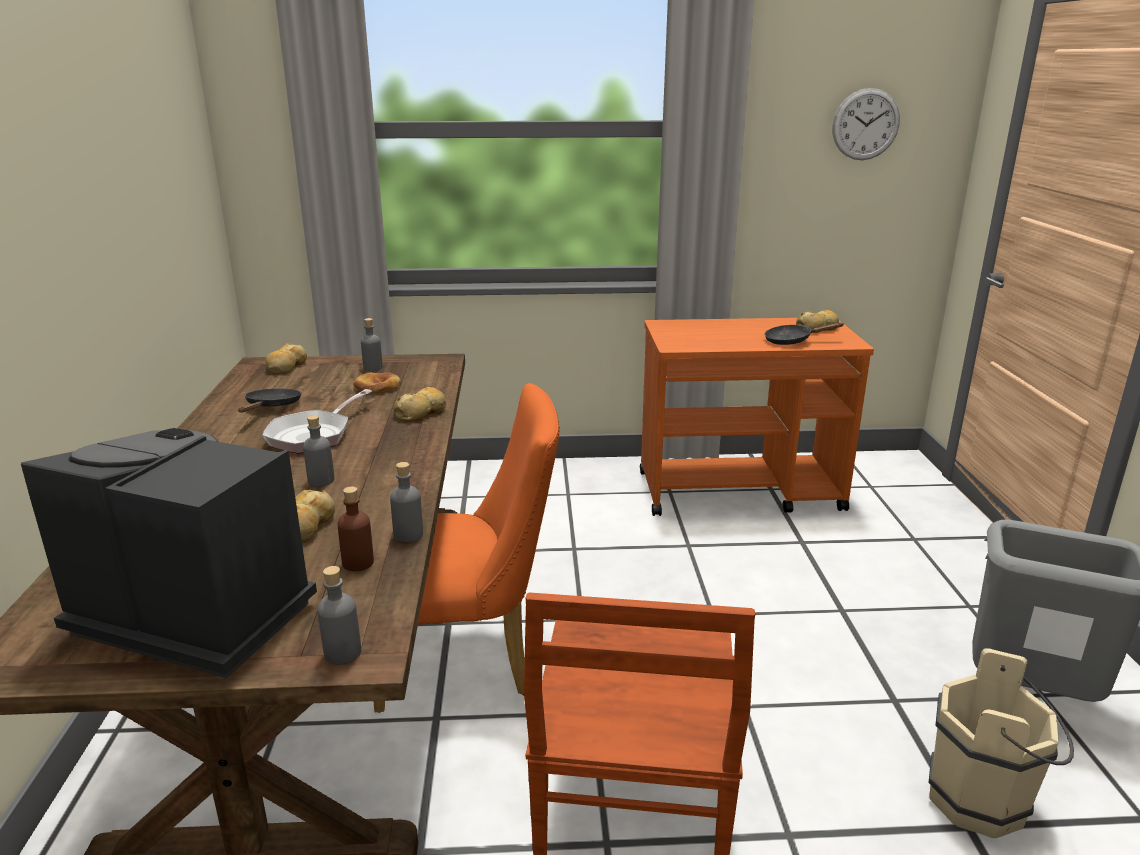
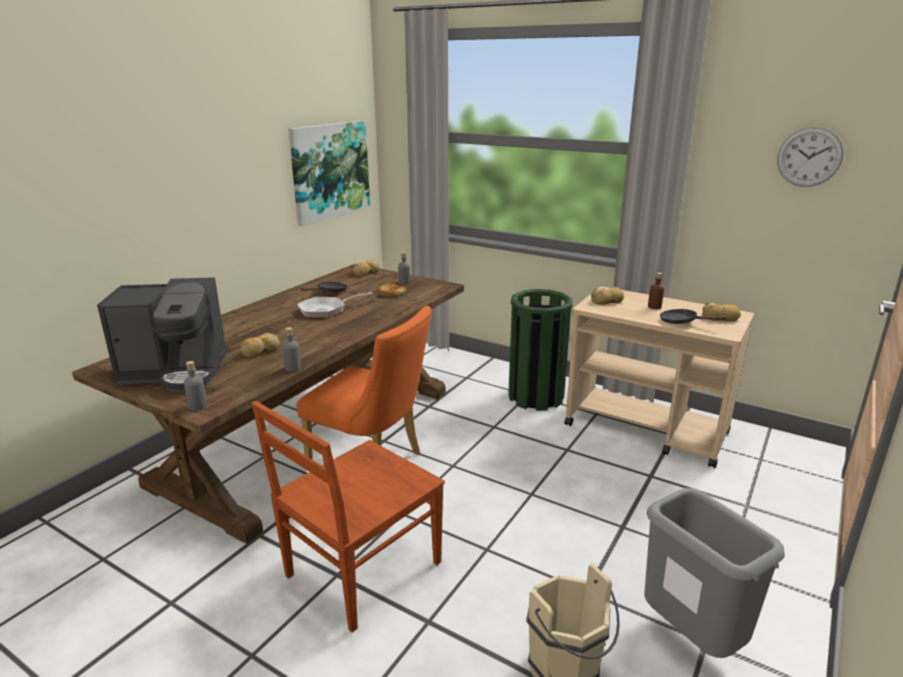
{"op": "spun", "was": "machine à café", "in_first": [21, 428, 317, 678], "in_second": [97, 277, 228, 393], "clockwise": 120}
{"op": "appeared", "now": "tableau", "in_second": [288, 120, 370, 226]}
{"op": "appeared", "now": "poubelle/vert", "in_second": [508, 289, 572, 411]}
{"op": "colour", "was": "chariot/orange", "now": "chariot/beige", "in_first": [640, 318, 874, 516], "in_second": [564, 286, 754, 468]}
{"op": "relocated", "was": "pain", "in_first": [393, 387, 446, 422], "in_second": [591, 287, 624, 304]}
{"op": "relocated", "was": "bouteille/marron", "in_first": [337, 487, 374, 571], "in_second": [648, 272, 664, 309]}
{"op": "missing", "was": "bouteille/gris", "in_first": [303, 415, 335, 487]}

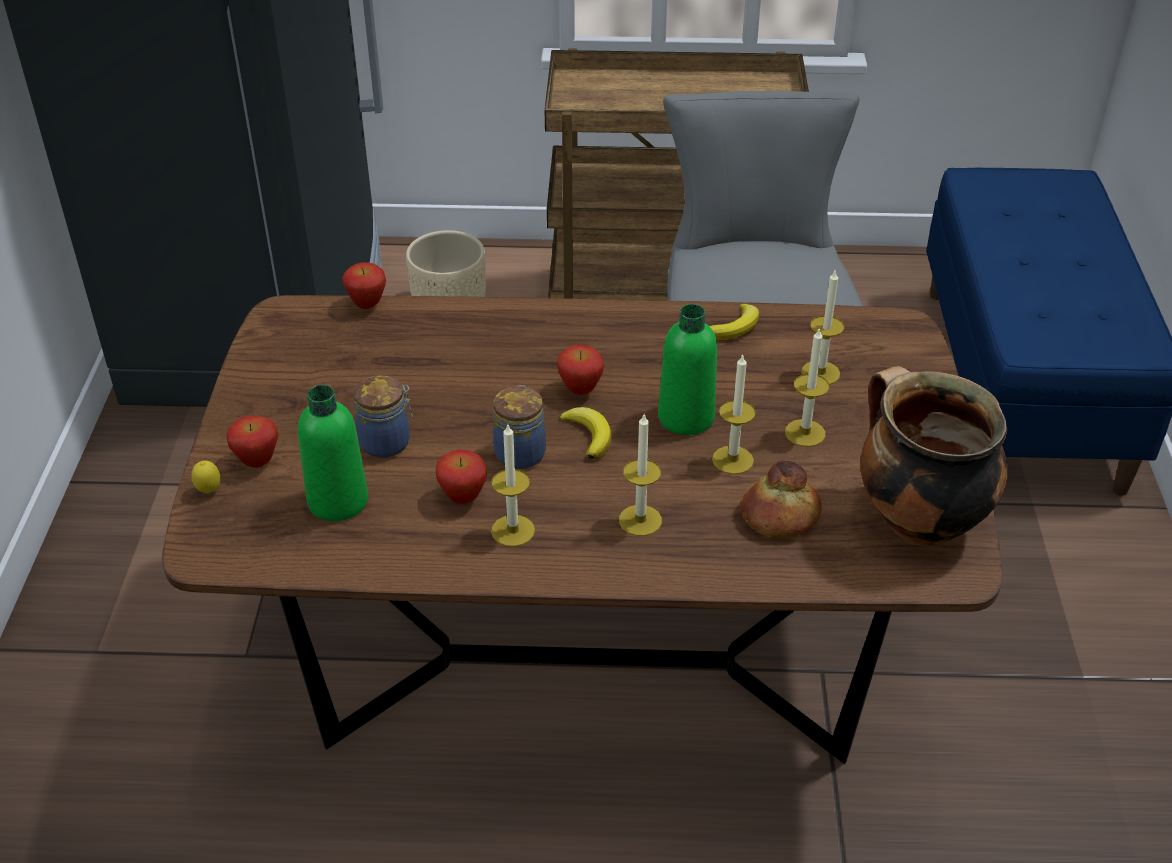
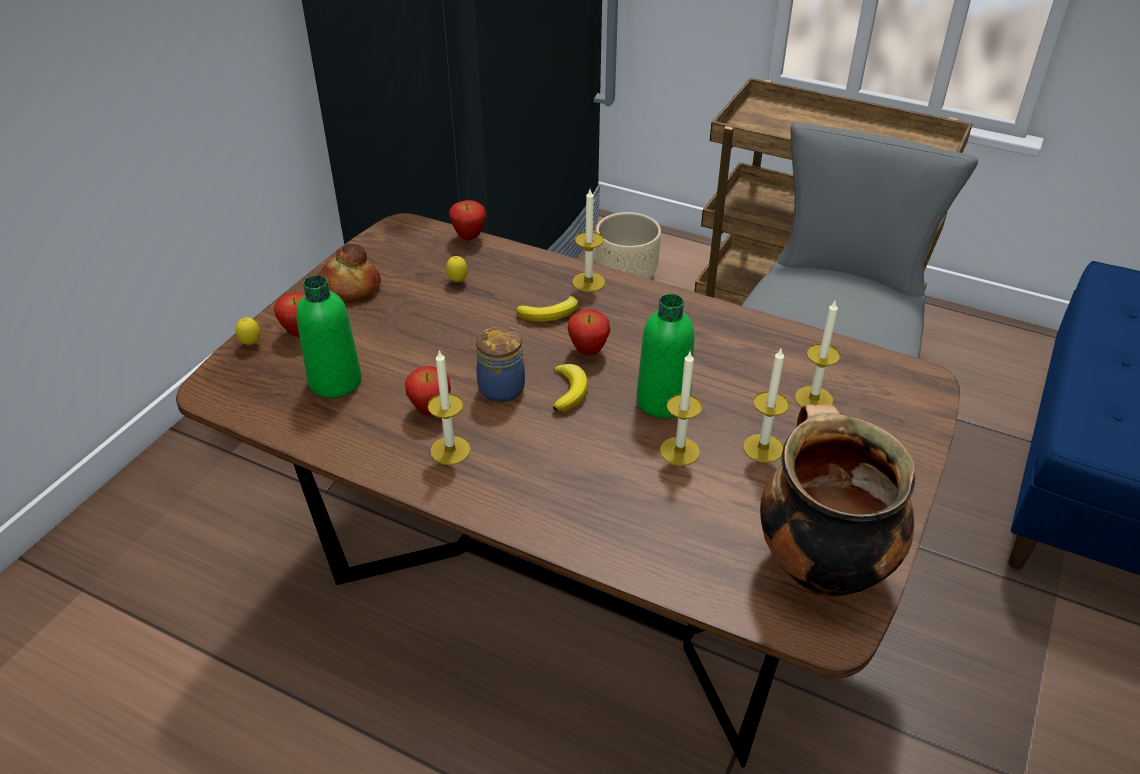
{"op": "relocated", "was": "pain", "in_first": [740, 460, 822, 538], "in_second": [319, 243, 381, 301]}
{"op": "appeared", "now": "citron", "in_second": [446, 256, 468, 283]}
{"op": "relocated", "was": "banane", "in_first": [709, 304, 759, 340], "in_second": [516, 296, 578, 322]}
{"op": "relocated", "was": "bougie", "in_first": [619, 413, 662, 536], "in_second": [572, 189, 605, 292]}
{"op": "missing", "was": "bocal", "in_first": [354, 376, 414, 458]}

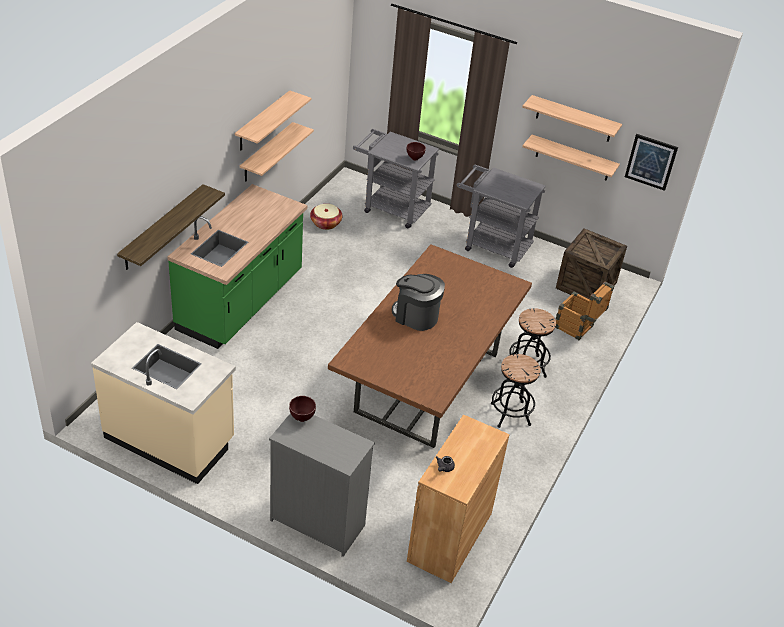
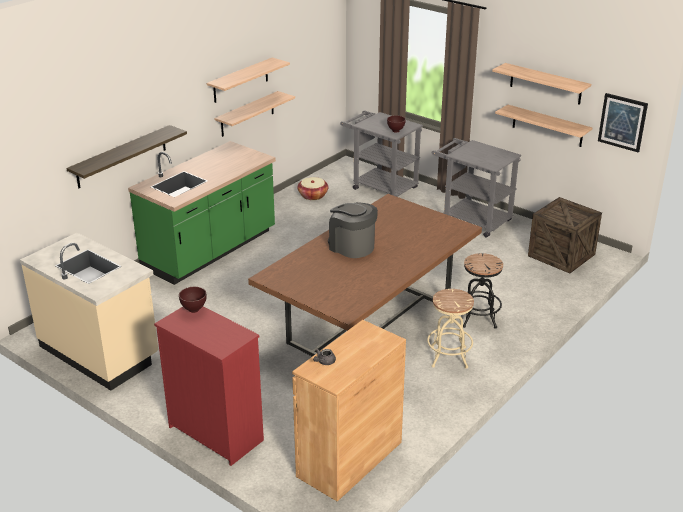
{"op": "colour", "was": "commode/gris", "now": "commode/rouge", "in_first": [269, 413, 375, 557], "in_second": [154, 307, 264, 466]}
{"op": "colour", "was": "tabouret/noir", "now": "tabouret/beige", "in_first": [491, 354, 541, 428], "in_second": [427, 289, 474, 369]}
{"op": "missing", "was": "caisse", "in_first": [555, 281, 614, 340]}

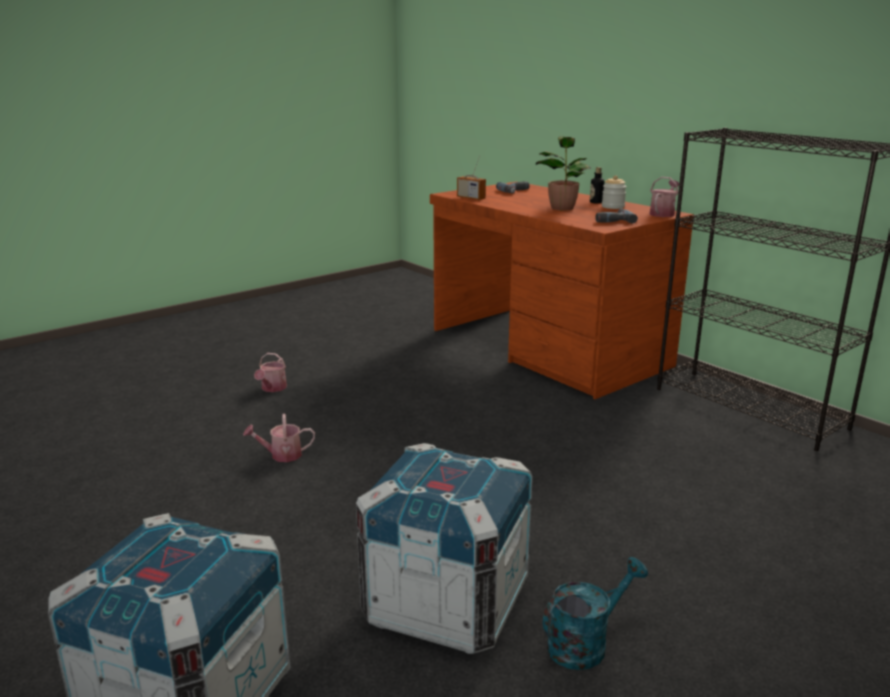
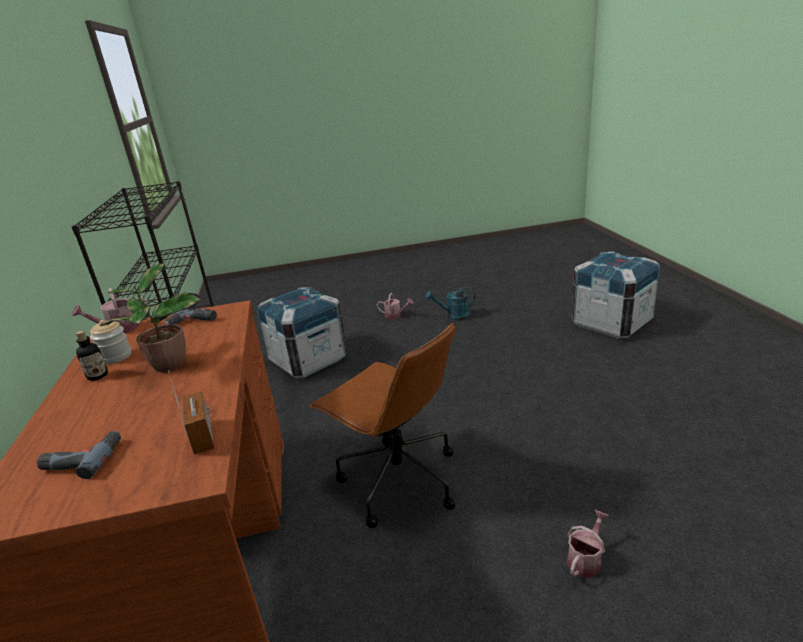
{"op": "relocated", "was": "caisse", "in_first": [356, 443, 533, 654], "in_second": [257, 287, 347, 378]}
{"op": "appeared", "now": "chaise de bureau/marron", "in_second": [310, 323, 456, 528]}
{"op": "relocated", "was": "arrosoir", "in_first": [243, 414, 315, 462], "in_second": [377, 293, 413, 319]}

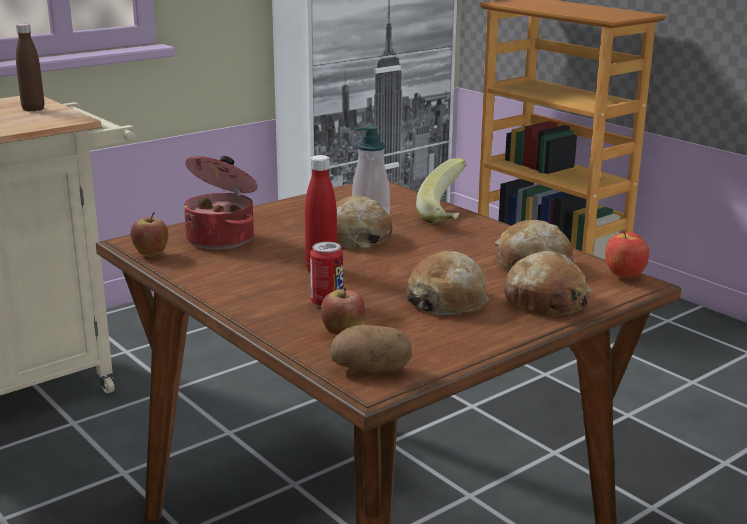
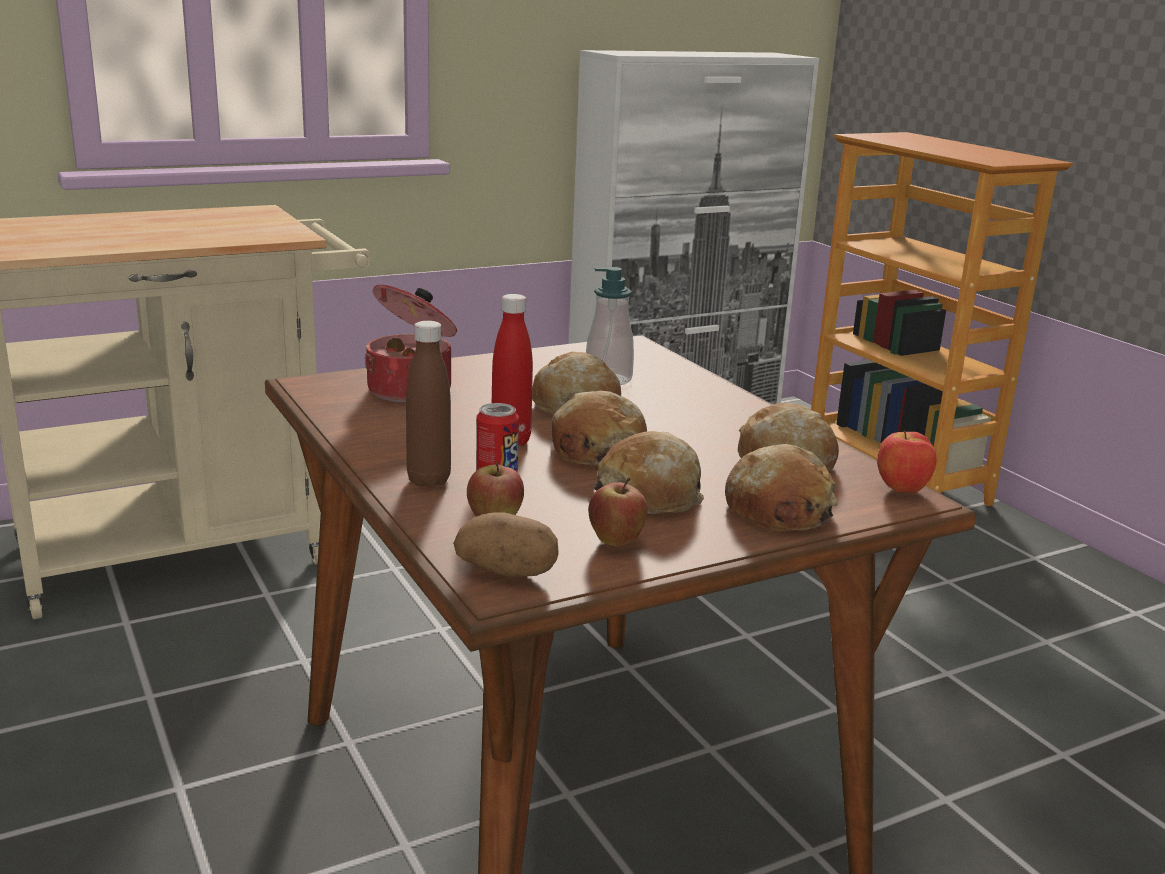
{"op": "relocated", "was": "bouteille/marron", "in_first": [16, 24, 45, 111], "in_second": [406, 321, 451, 488]}
{"op": "appeared", "now": "pain", "in_second": [552, 391, 647, 465]}
{"op": "relocated", "was": "pomme", "in_first": [130, 212, 169, 256], "in_second": [588, 477, 648, 546]}
{"op": "missing", "was": "banane", "in_first": [416, 158, 466, 223]}

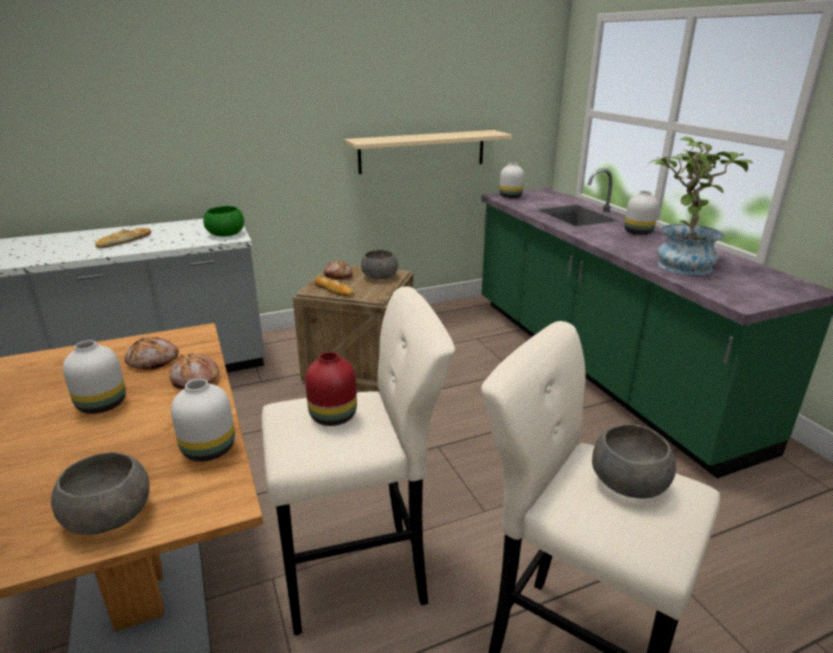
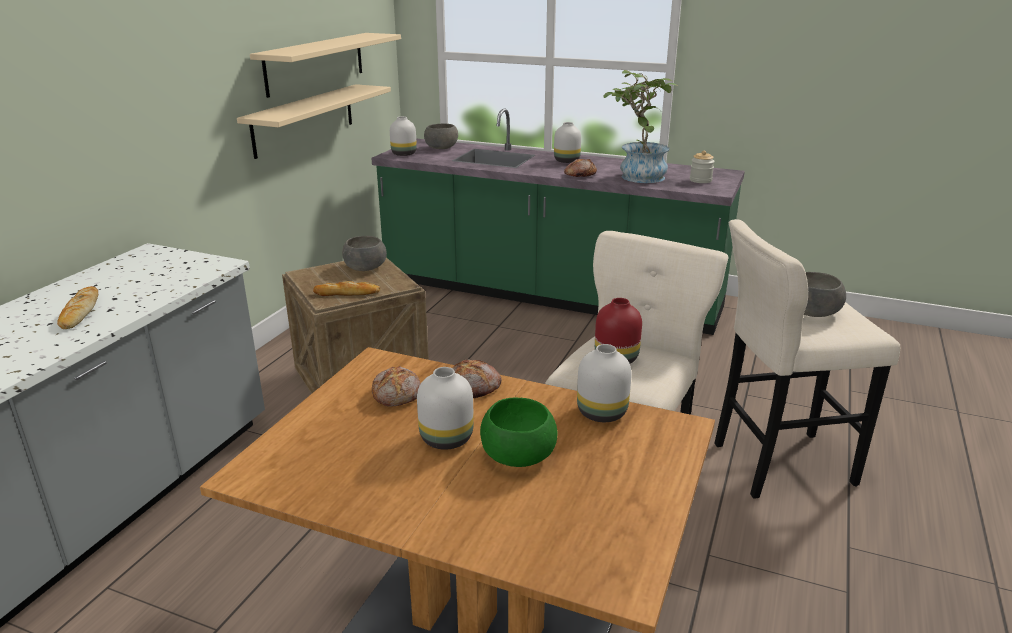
{"op": "appeared", "now": "étagère/beige", "in_second": [250, 33, 401, 98]}
{"op": "relocated", "was": "bol/gris", "in_first": [51, 452, 150, 535], "in_second": [424, 124, 458, 149]}
{"op": "relocated", "was": "bol/vert", "in_first": [203, 206, 244, 237], "in_second": [480, 397, 557, 467]}
{"op": "relocated", "was": "pain", "in_first": [323, 261, 353, 279], "in_second": [564, 159, 597, 177]}
{"op": "appeared", "now": "bocal", "in_second": [690, 151, 715, 183]}

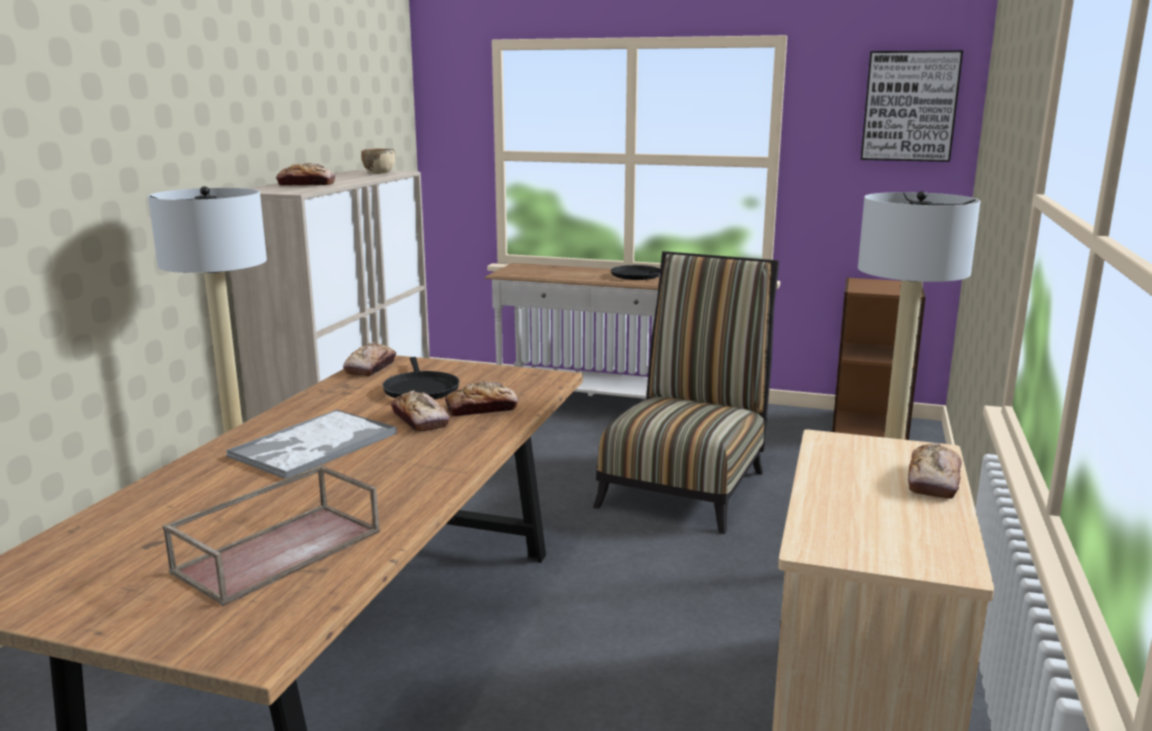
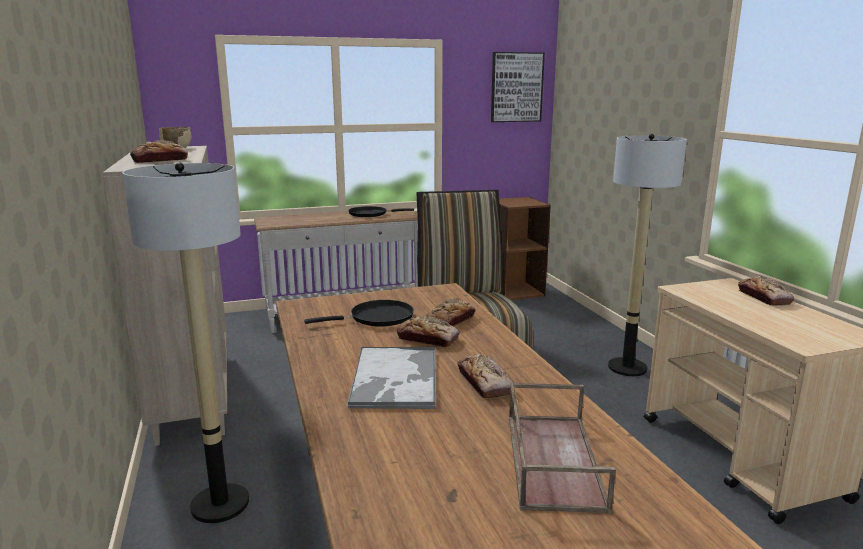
{"op": "spun", "was": "poêle/noir", "in_first": [382, 357, 460, 399], "in_second": [304, 300, 414, 327], "clockwise": -60}
{"op": "relocated", "was": "pain", "in_first": [343, 342, 396, 376], "in_second": [458, 354, 514, 399]}

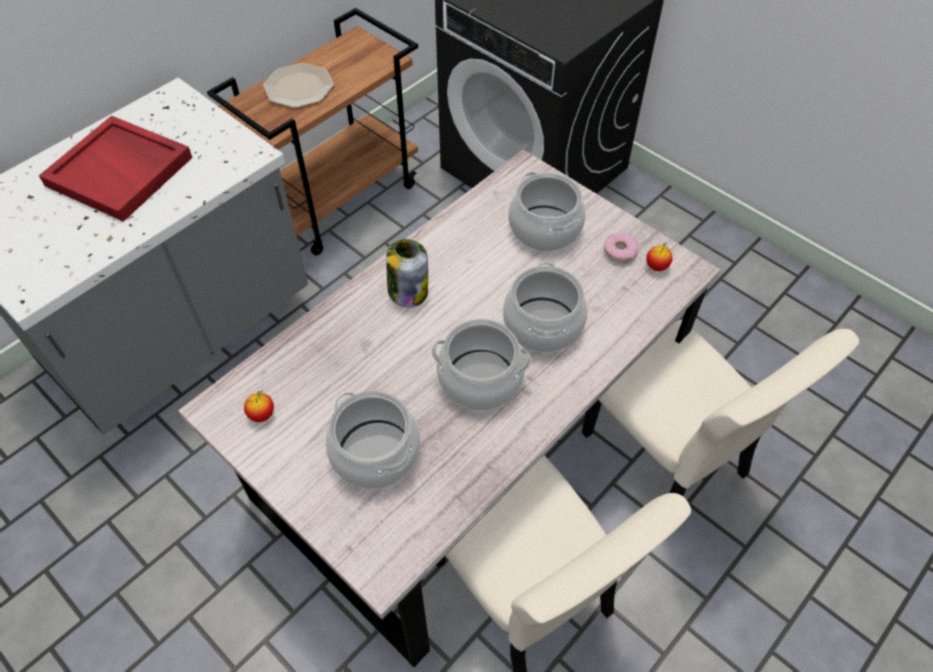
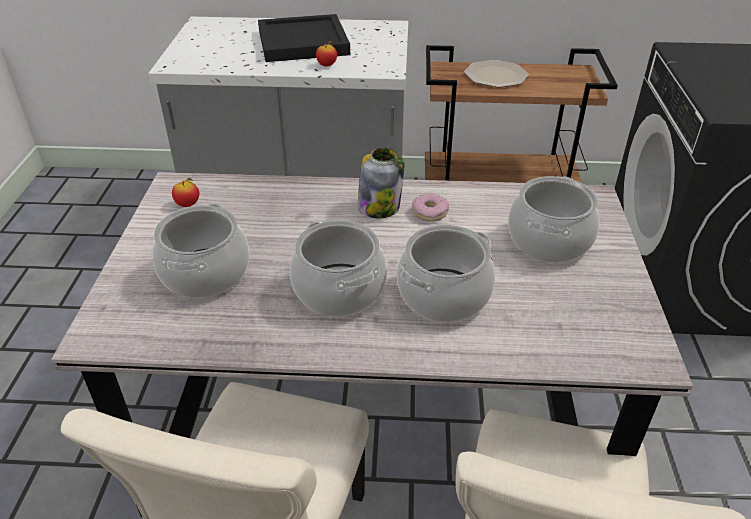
{"op": "colour", "was": "plateau/rouge", "now": "plateau/noir", "in_first": [39, 116, 192, 222], "in_second": [258, 14, 350, 62]}
{"op": "relocated", "was": "pomme", "in_first": [646, 243, 672, 271], "in_second": [316, 41, 337, 66]}
{"op": "relocated", "was": "beignet", "in_first": [604, 233, 639, 263], "in_second": [412, 193, 449, 222]}

